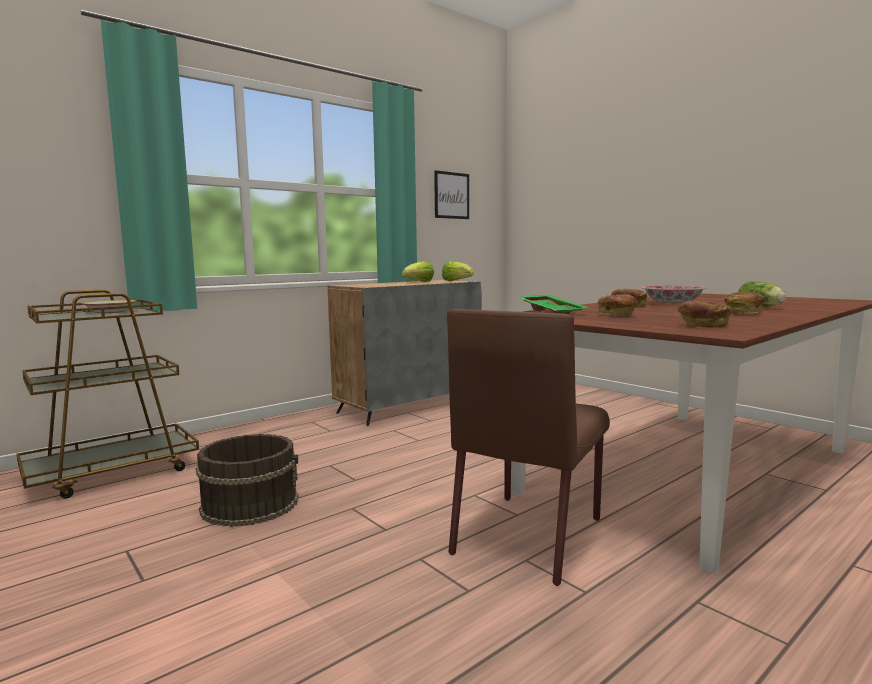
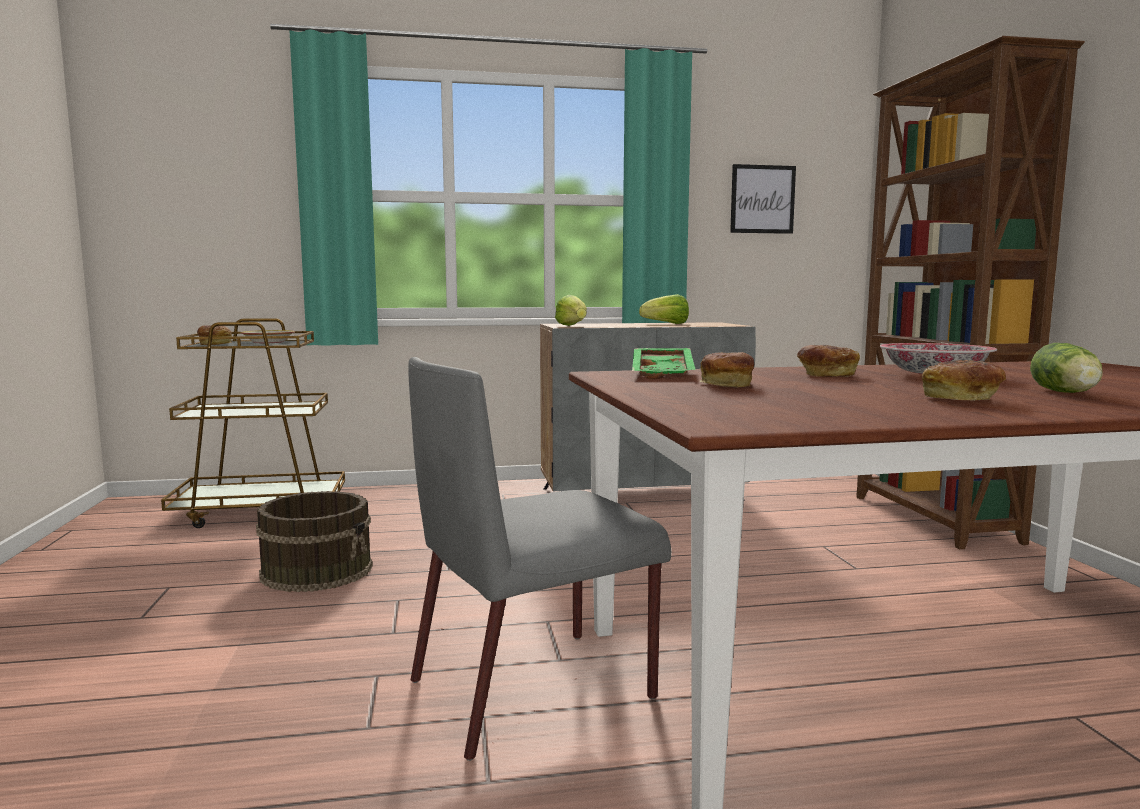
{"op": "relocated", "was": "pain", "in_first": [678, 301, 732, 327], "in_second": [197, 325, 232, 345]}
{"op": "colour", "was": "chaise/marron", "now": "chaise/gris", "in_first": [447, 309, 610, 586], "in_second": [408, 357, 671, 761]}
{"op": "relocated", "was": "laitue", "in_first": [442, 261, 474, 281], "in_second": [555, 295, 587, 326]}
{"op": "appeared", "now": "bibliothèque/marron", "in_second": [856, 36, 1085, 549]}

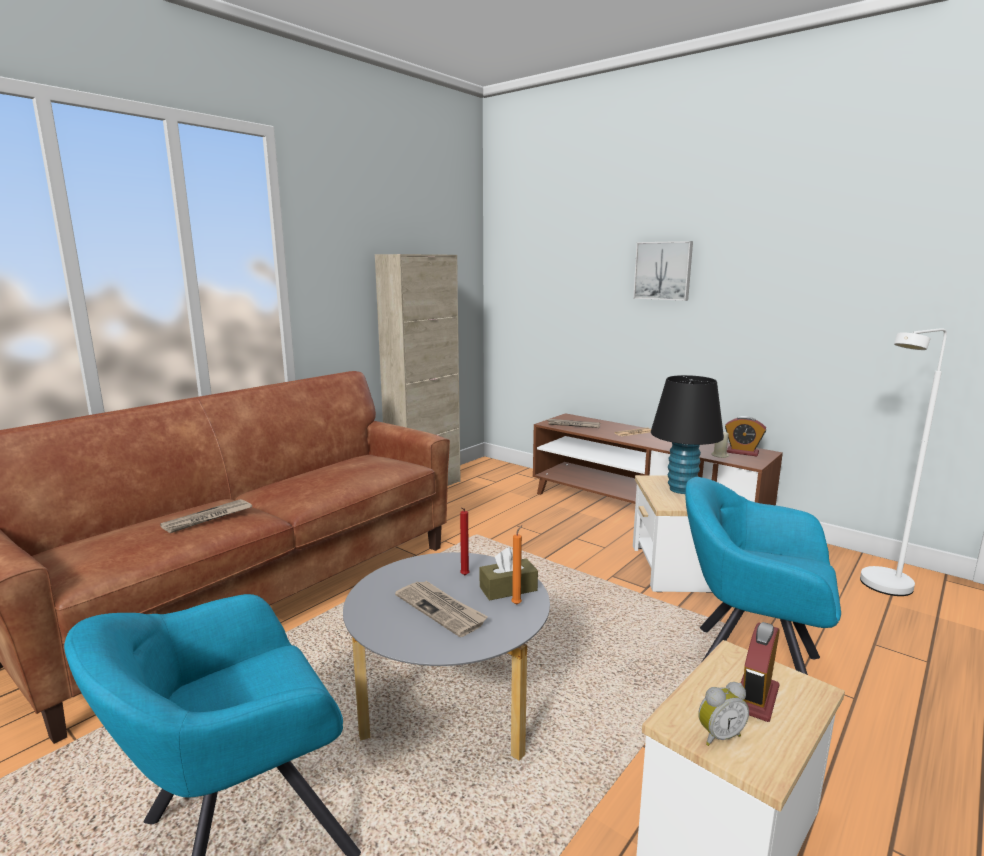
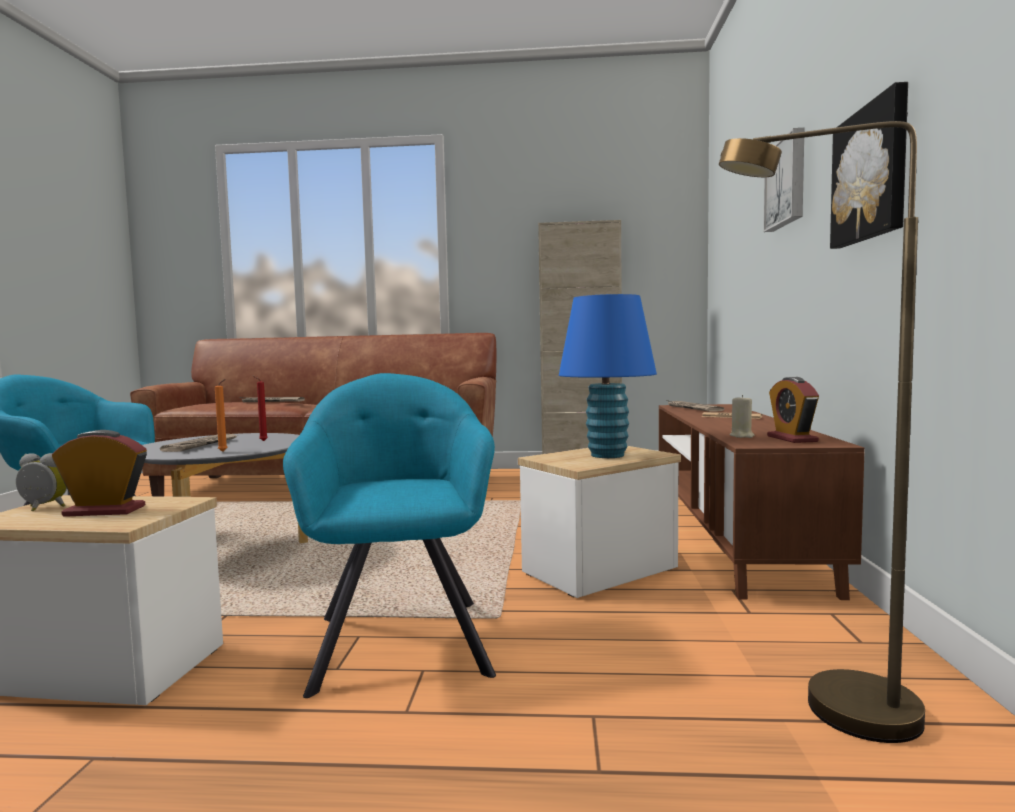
{"op": "spun", "was": "réveil", "in_first": [698, 682, 749, 746], "in_second": [16, 453, 67, 511], "clockwise": 150}
{"op": "colour", "was": "lampe de table/noir", "now": "lampe de table/bleu", "in_first": [651, 375, 724, 494], "in_second": [559, 294, 657, 458]}
{"op": "colour", "was": "lampadaire/blanc", "now": "lampadaire/marron", "in_first": [860, 328, 947, 596], "in_second": [719, 121, 925, 743]}
{"op": "appeared", "now": "tableau", "in_second": [830, 82, 908, 249]}
{"op": "missing", "was": "boîte à mouchoirs/marron", "in_first": [480, 547, 538, 601]}

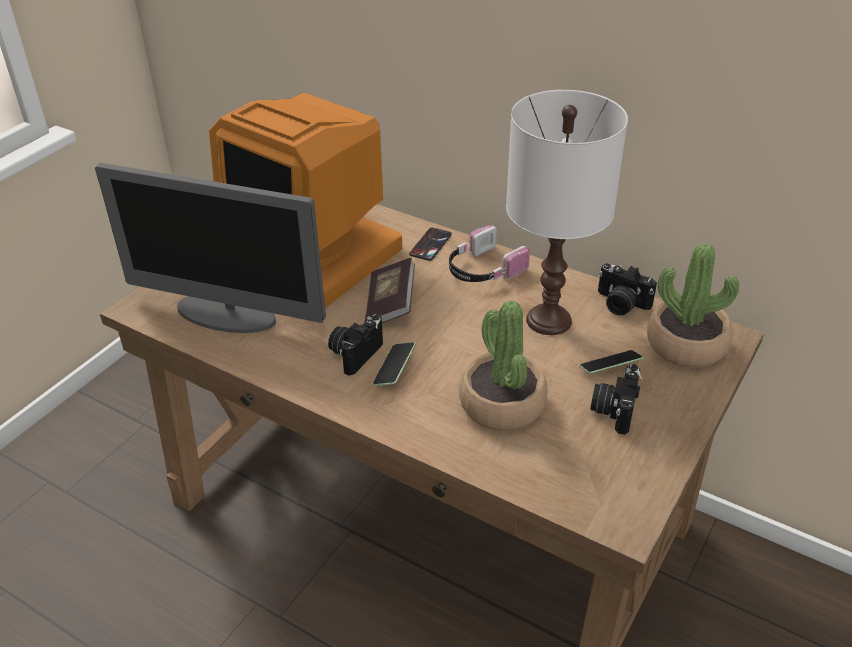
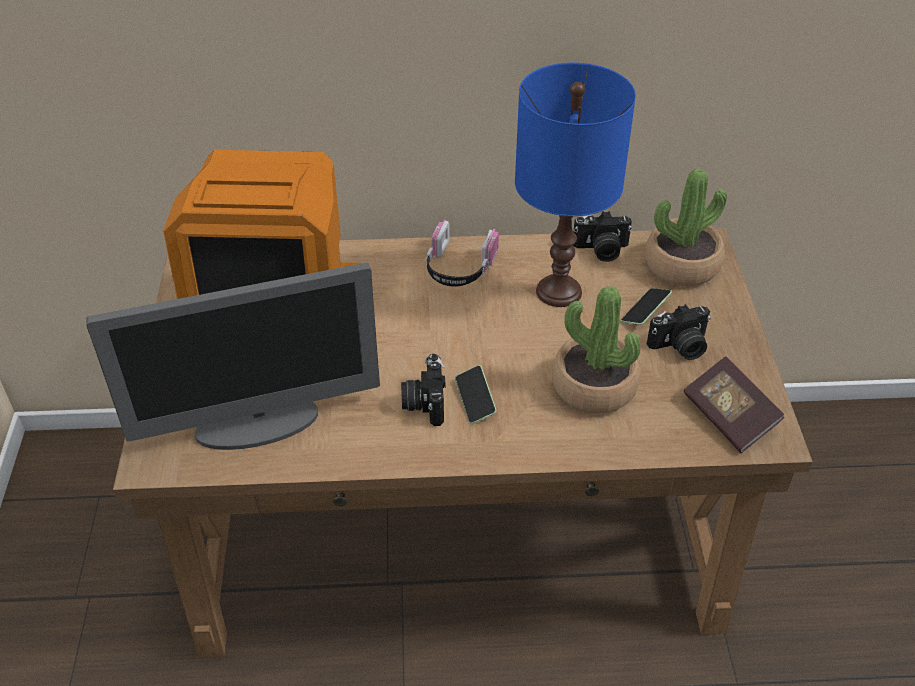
{"op": "colour", "was": "lampe de table/blanc", "now": "lampe de table/bleu", "in_first": [506, 90, 628, 335], "in_second": [515, 63, 636, 307]}
{"op": "spun", "was": "appareil photo", "in_first": [590, 364, 643, 435], "in_second": [647, 304, 711, 360], "clockwise": -90}
{"op": "relocated", "was": "livre", "in_first": [365, 258, 415, 323], "in_second": [684, 356, 784, 453]}
{"op": "missing", "was": "téléphone", "in_first": [409, 228, 452, 261]}

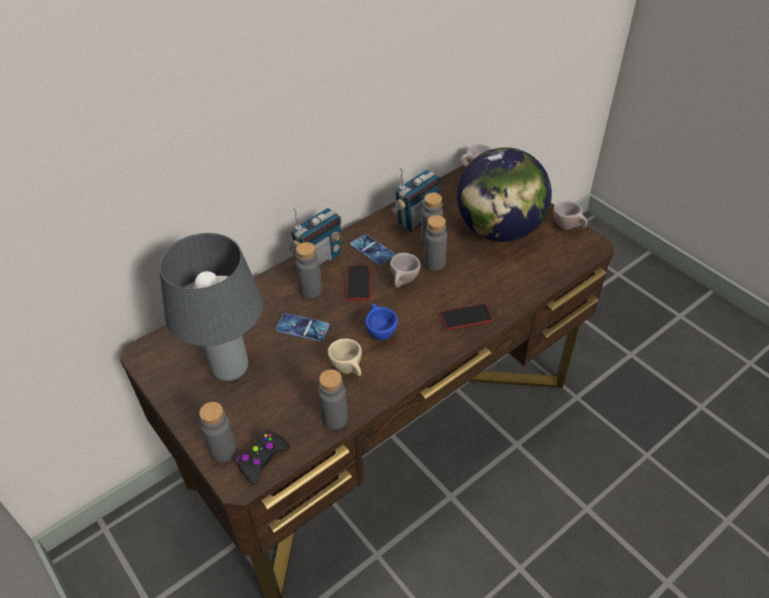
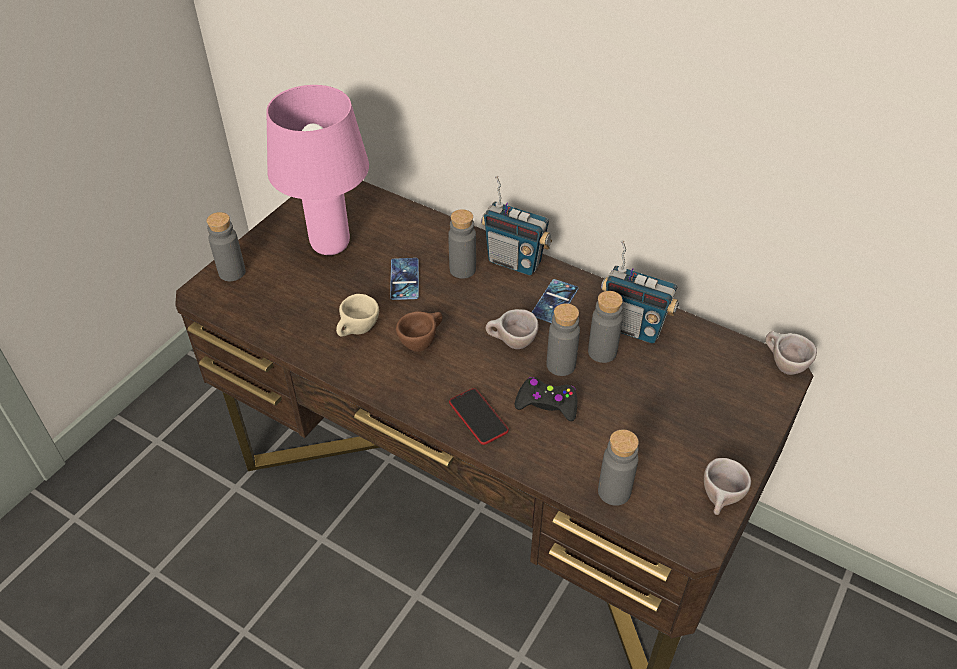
{"op": "colour", "was": "lampe de table/gris", "now": "lampe de table/rose", "in_first": [159, 233, 263, 381], "in_second": [266, 85, 369, 255]}
{"op": "colour", "was": "tasse/bleu", "now": "tasse/marron", "in_first": [365, 303, 398, 340], "in_second": [396, 311, 443, 352]}
{"op": "relocated", "was": "manette/noir", "in_first": [236, 431, 290, 485], "in_second": [514, 377, 577, 421]}
{"op": "relocated", "was": "bouteille/gris", "in_first": [319, 369, 348, 429], "in_second": [598, 429, 639, 506]}
{"op": "missing", "was": "téléphone", "in_first": [346, 265, 371, 300]}
{"op": "missing", "was": "globe", "in_first": [457, 147, 552, 242]}

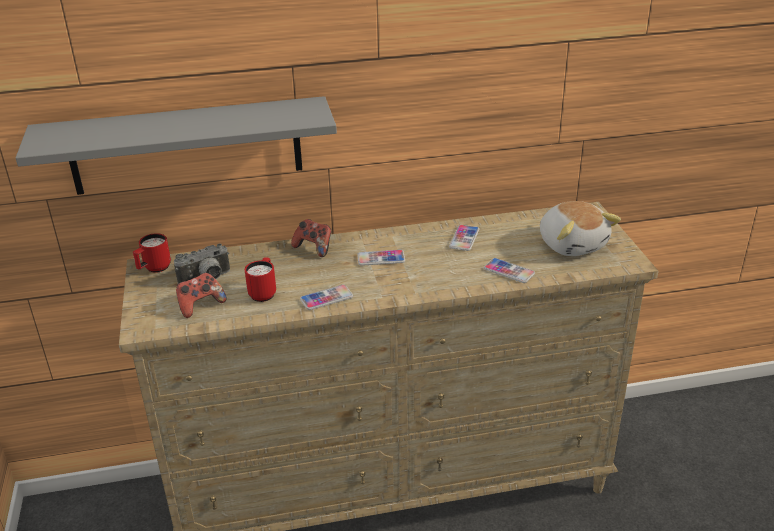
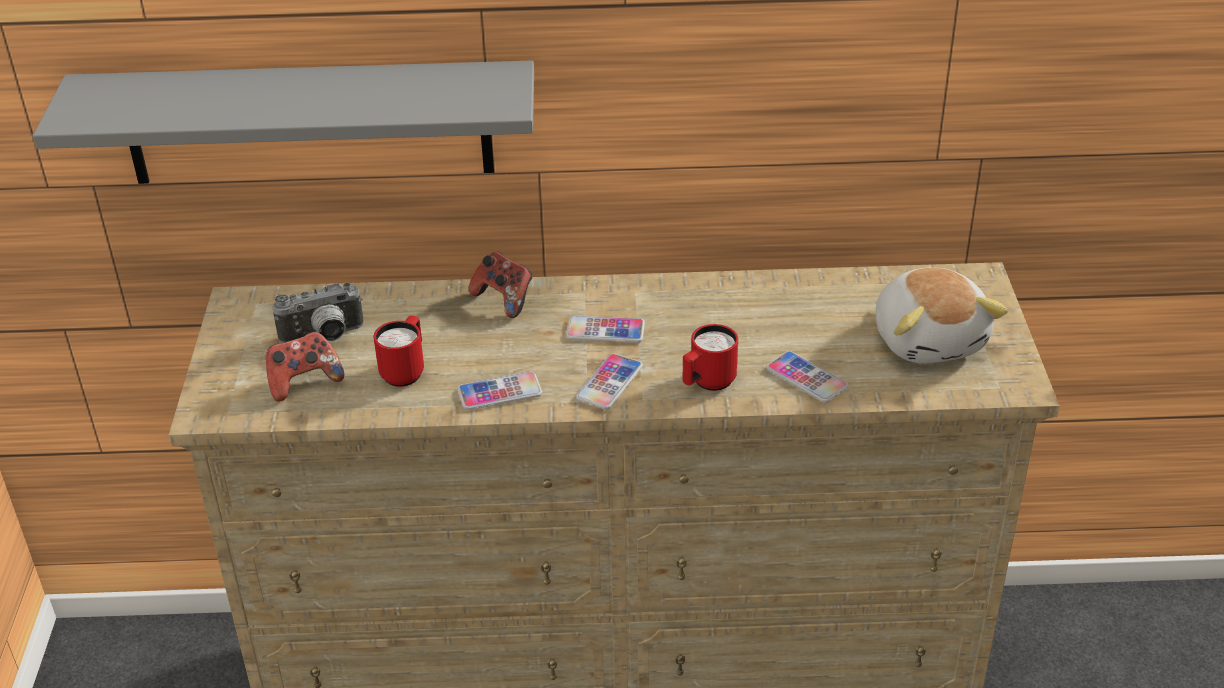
{"op": "relocated", "was": "téléphone", "in_first": [449, 225, 479, 251], "in_second": [576, 354, 643, 409]}
{"op": "relocated", "was": "mug/rouge", "in_first": [133, 233, 171, 273], "in_second": [683, 324, 738, 391]}

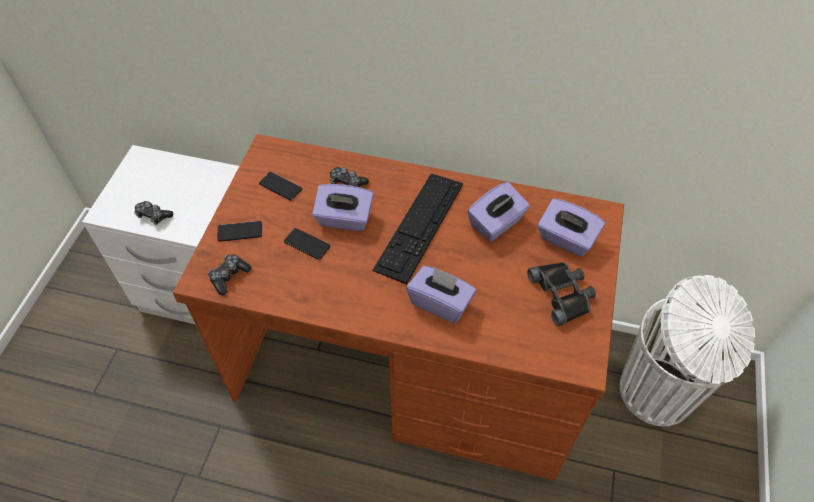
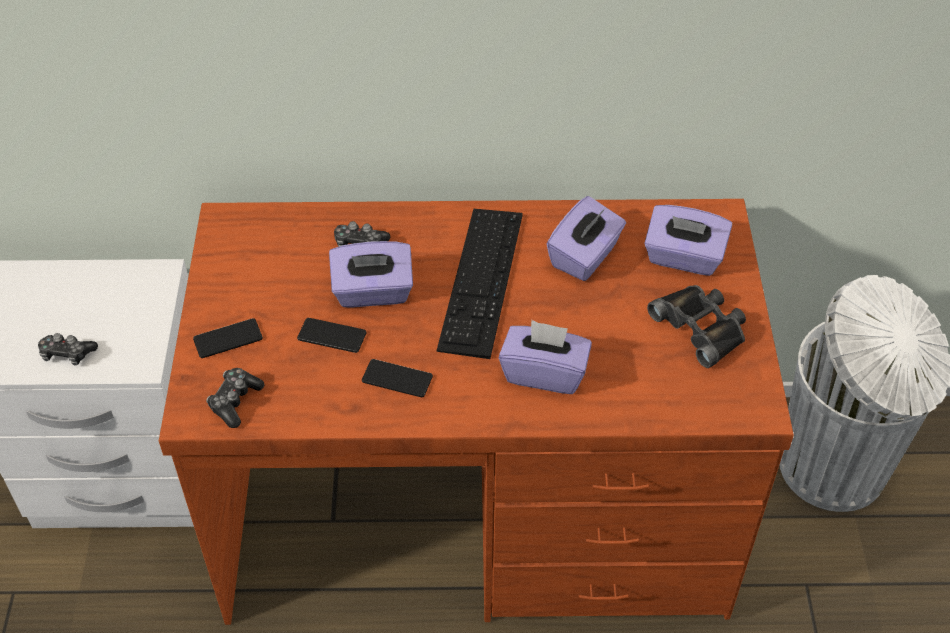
{"op": "relocated", "was": "téléphone", "in_first": [259, 172, 302, 201], "in_second": [362, 359, 433, 397]}

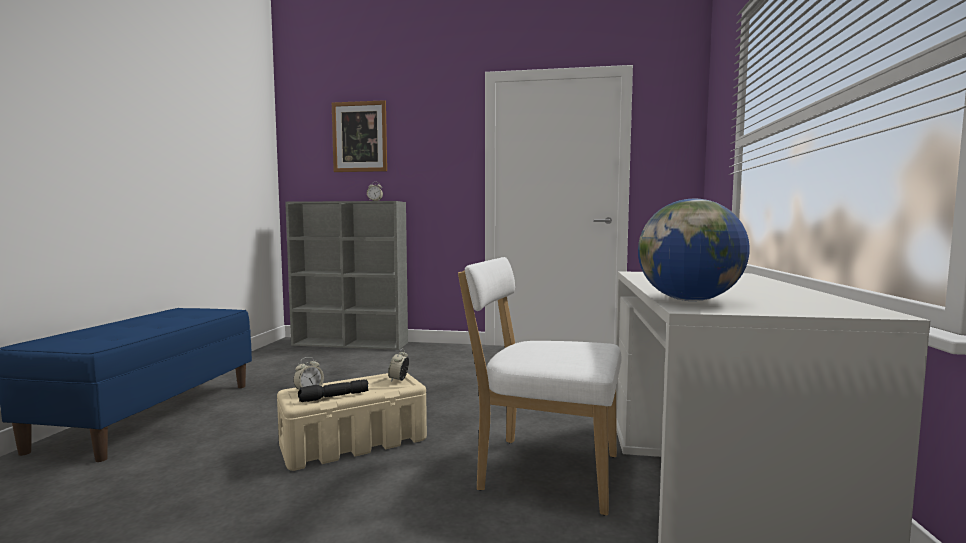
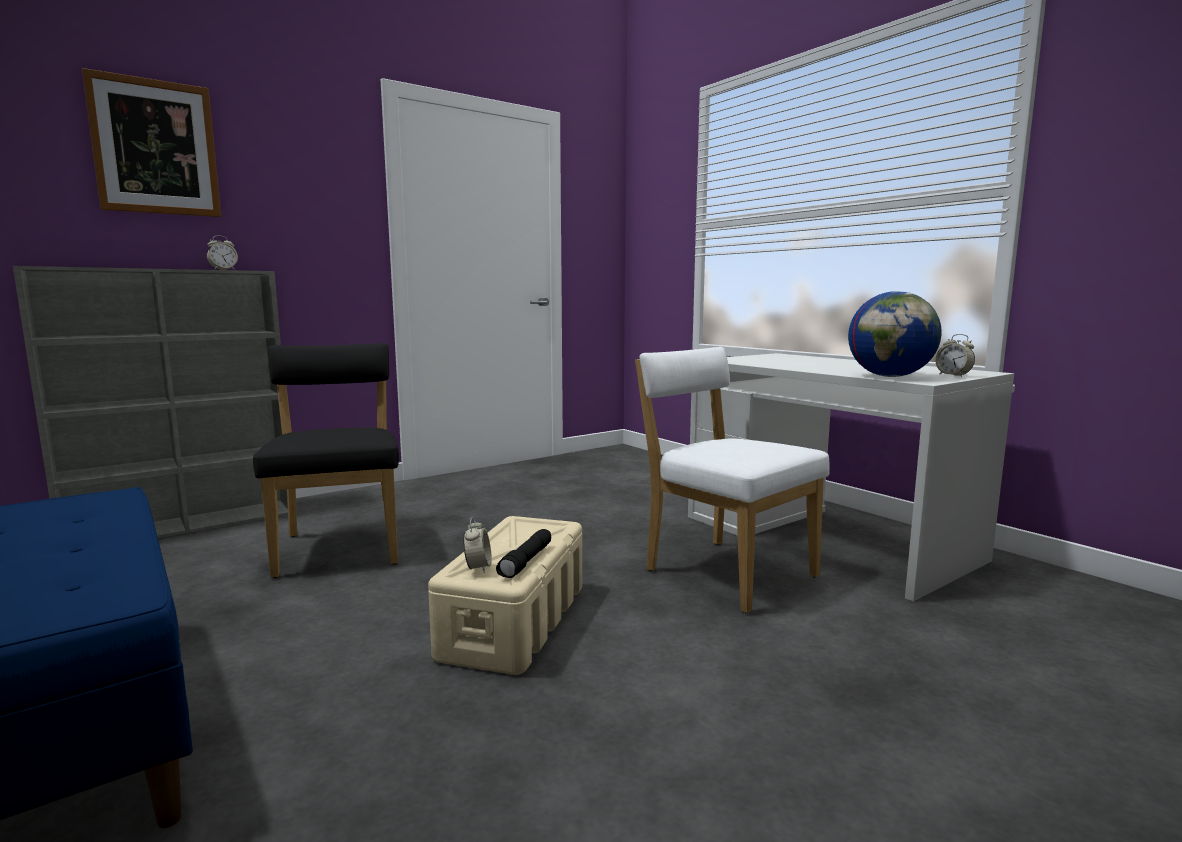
{"op": "appeared", "now": "chaise/noir", "in_second": [253, 343, 399, 578]}
{"op": "spun", "was": "chaise/blanc", "in_first": [458, 257, 622, 515], "in_second": [635, 347, 830, 613], "clockwise": 75}
{"op": "relocated", "was": "réveil", "in_first": [388, 348, 409, 382], "in_second": [935, 334, 975, 377]}

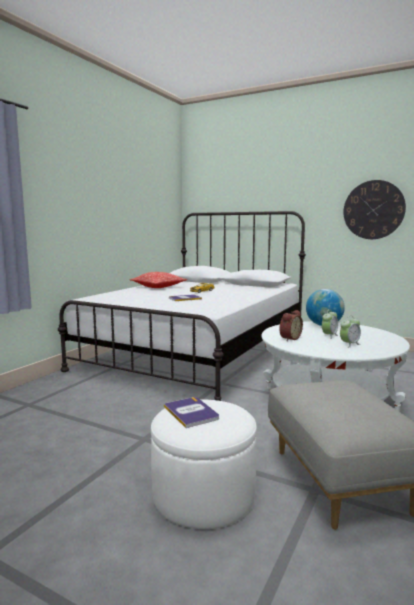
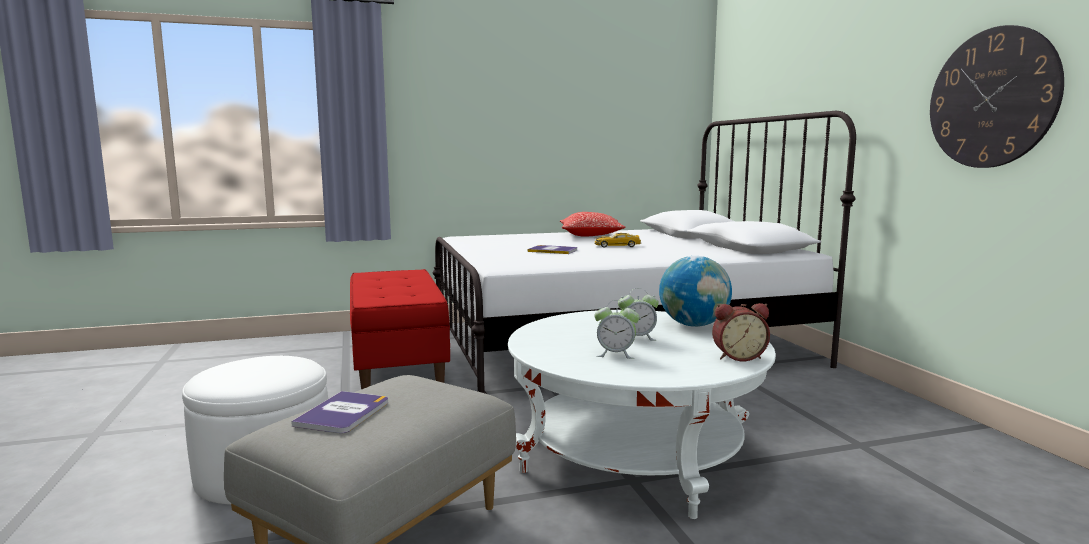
{"op": "relocated", "was": "livre", "in_first": [164, 397, 219, 428], "in_second": [291, 391, 388, 433]}
{"op": "appeared", "now": "banc/rouge", "in_second": [350, 269, 450, 389]}
{"op": "relocated", "was": "réveil", "in_first": [279, 310, 303, 341], "in_second": [712, 303, 770, 361]}

